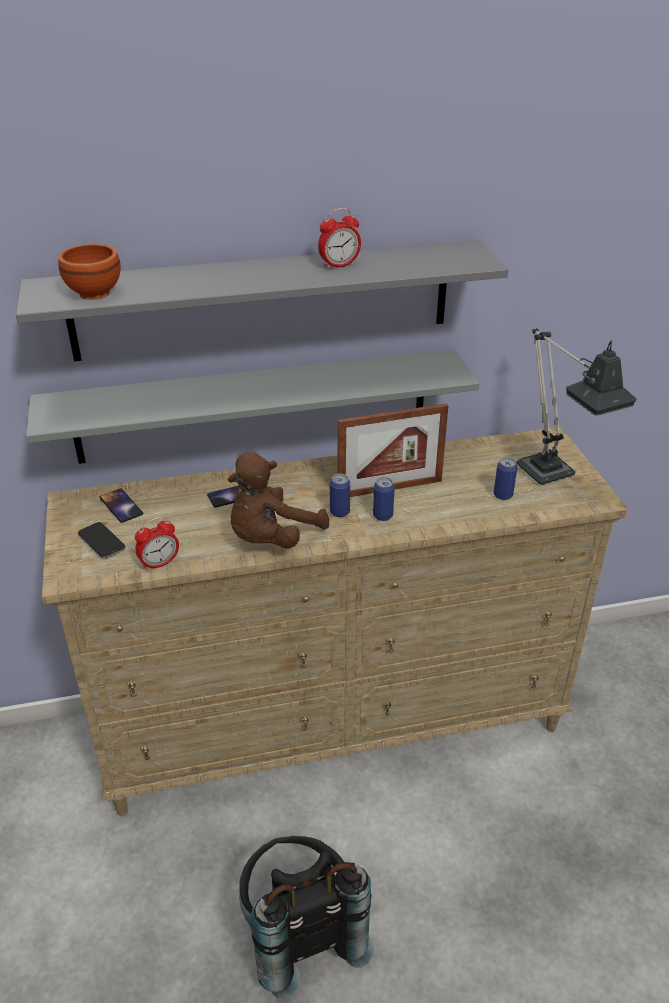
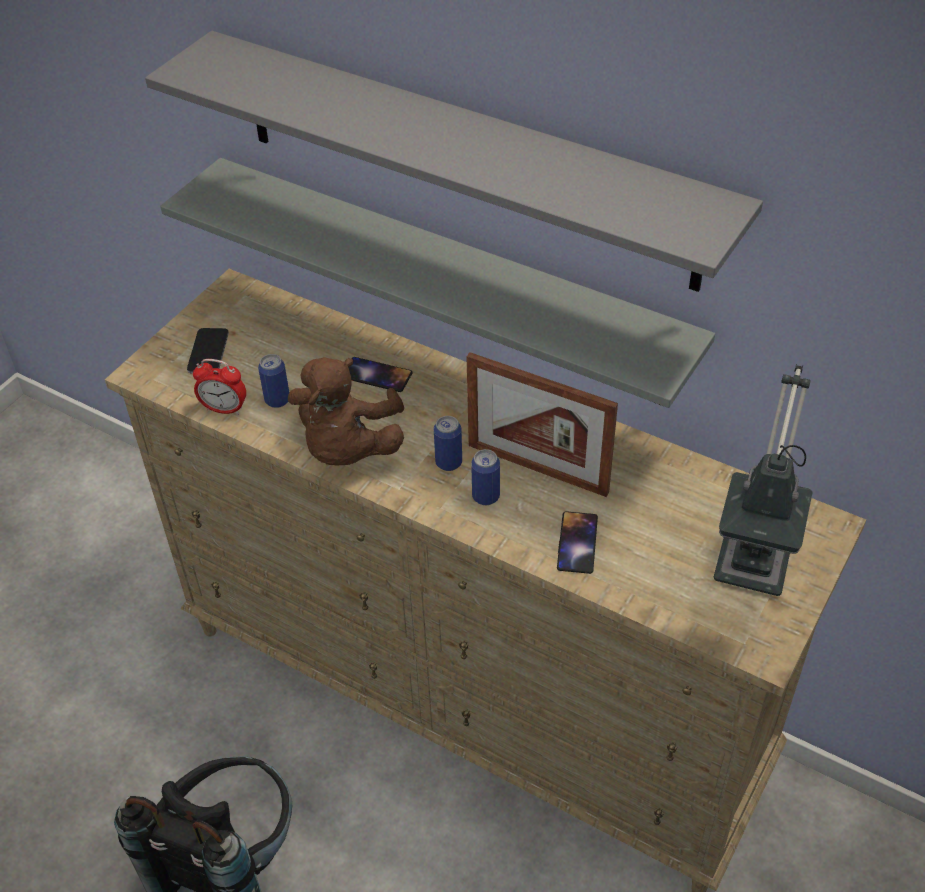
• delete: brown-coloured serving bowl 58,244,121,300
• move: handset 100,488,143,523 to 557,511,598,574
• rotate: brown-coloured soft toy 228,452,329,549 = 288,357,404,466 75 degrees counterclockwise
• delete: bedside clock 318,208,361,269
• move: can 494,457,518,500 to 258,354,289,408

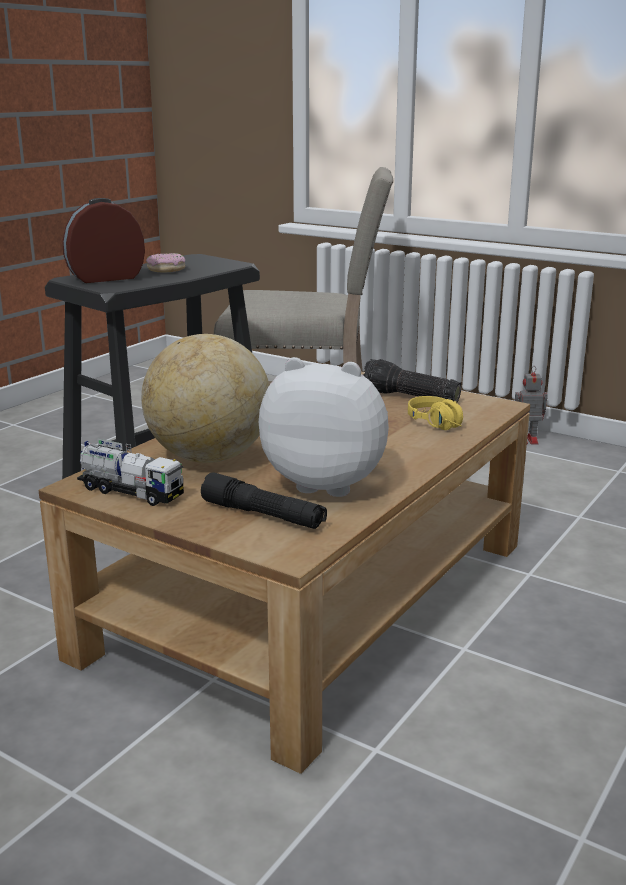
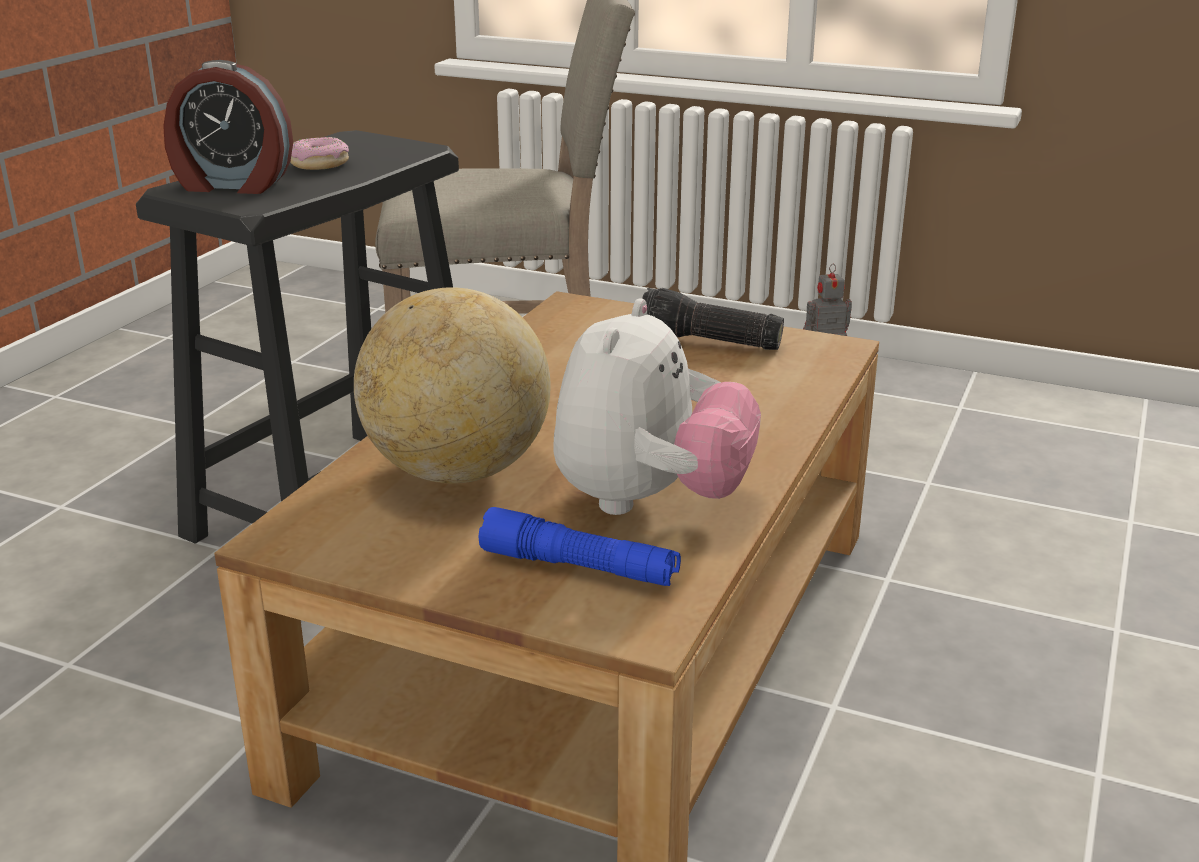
• rotate: bedside clock 62,198,145,283 = 163,60,293,194 135 degrees counterclockwise
• delete: toy lorry 77,438,184,506
• recolor: blackish hand torch 201,472,327,529 to blue-coloured hand torch 478,507,681,586
• rotate: soft toy 259,357,389,497 = 554,298,761,515 105 degrees clockwise
• delete: yellowish pair of headphones 408,396,463,430

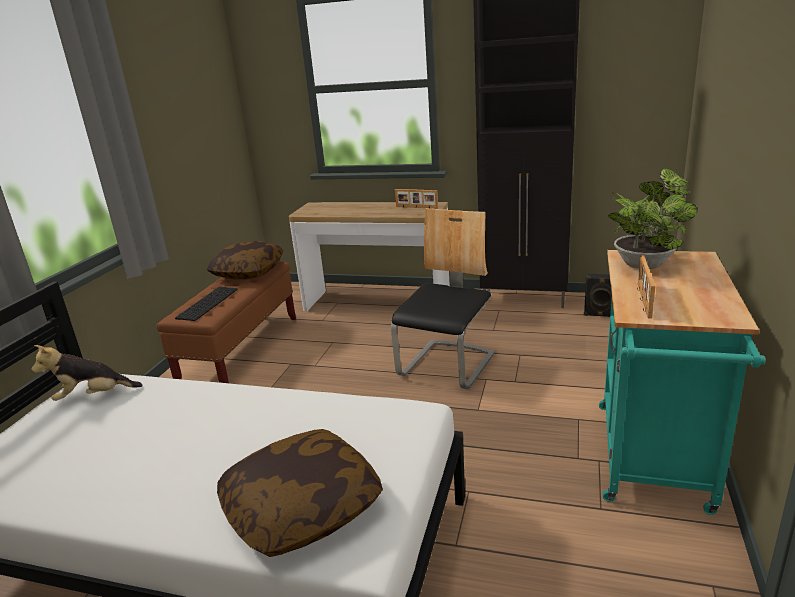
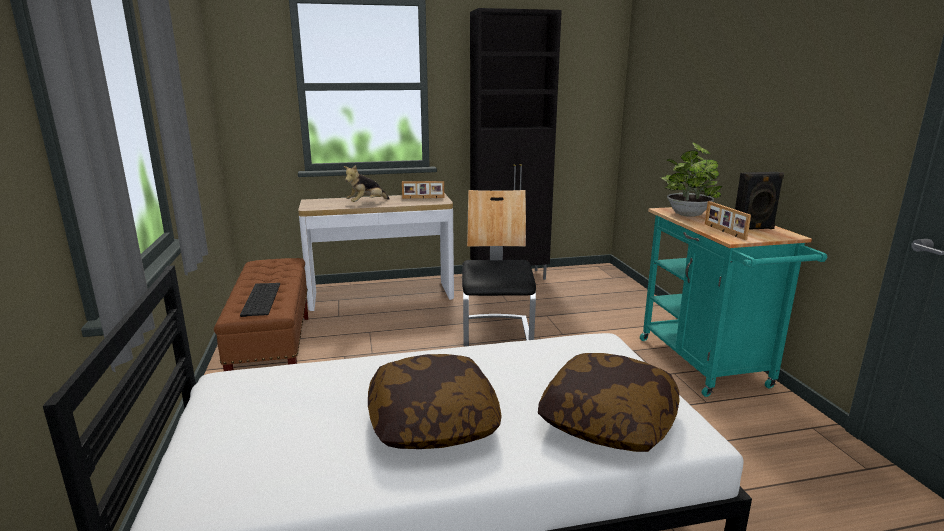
• move: soft toy 31,345,143,401 to 344,165,390,202
• move: throw pillow 207,241,283,280 to 368,354,502,449
• move: blackish loudspeaker 584,273,612,317 to 735,172,784,230

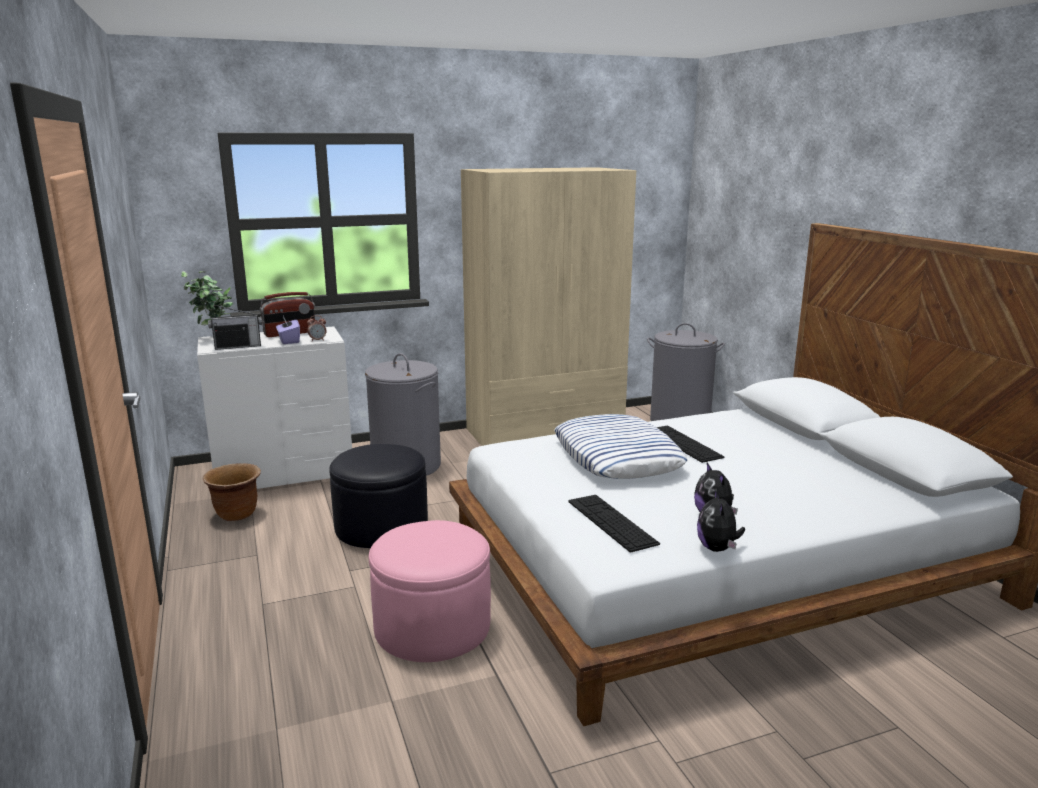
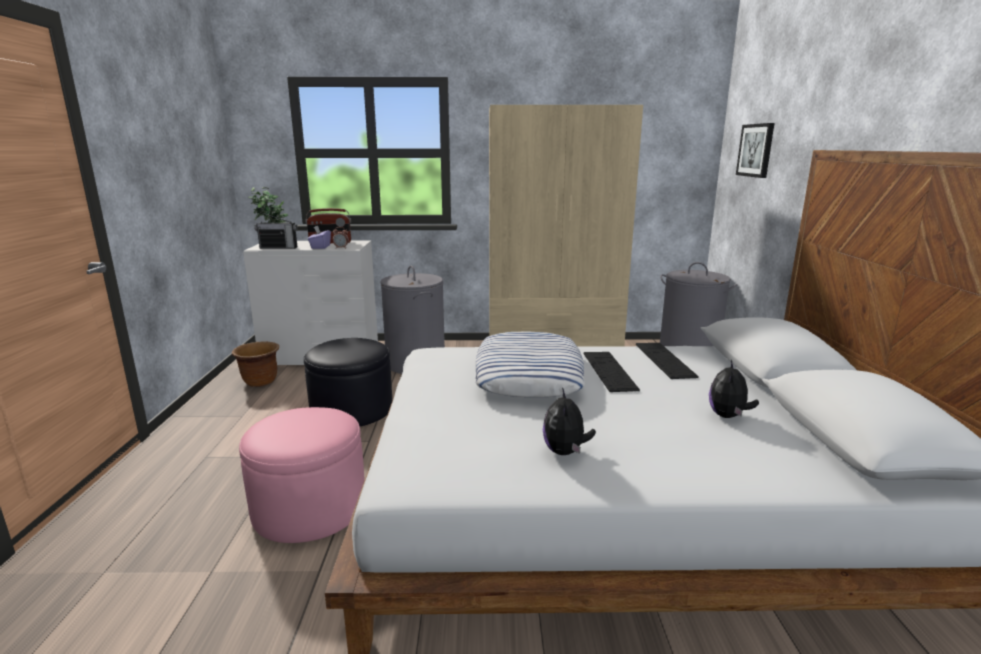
• move: PC keyboard 568,495,660,553 to 636,343,699,379
• move: soft toy 697,488,745,552 to 709,360,759,418
• insert: wall picture 736,123,774,178

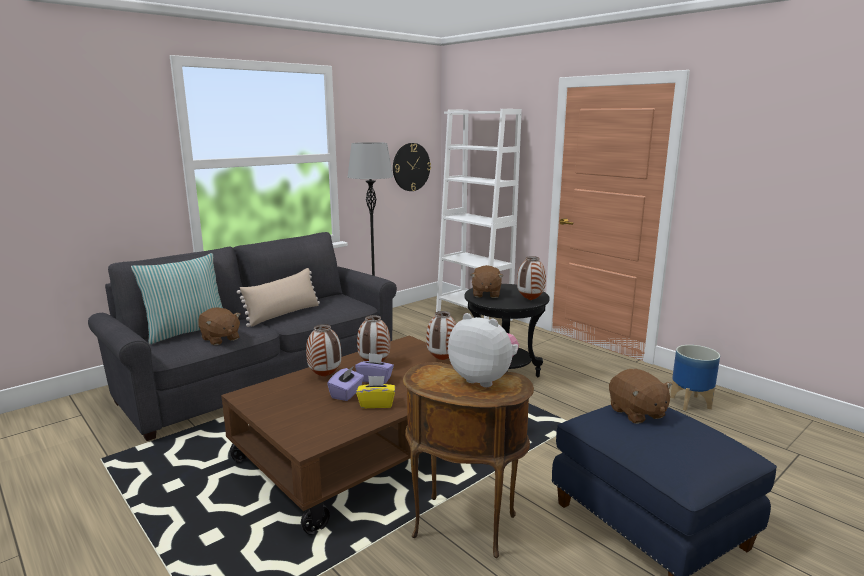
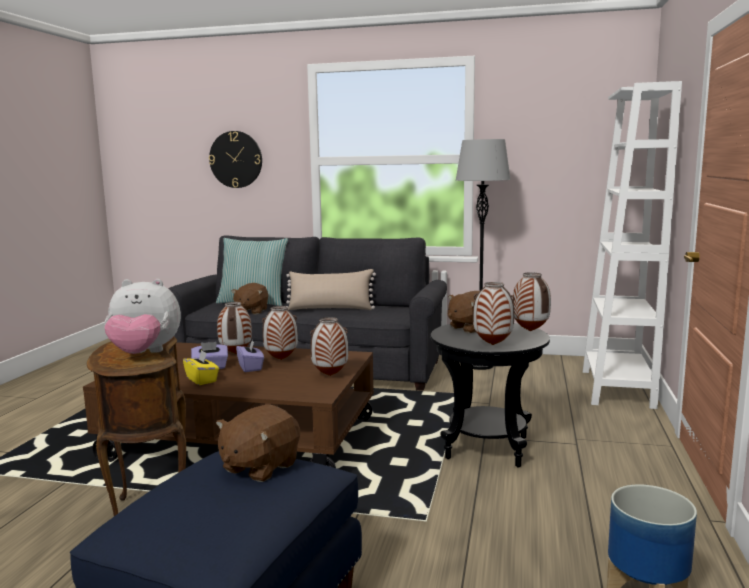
• move: clock on the wall 393,143,431,191 to 209,131,262,188
• rotate: soft toy 448,313,519,387 = 104,279,181,354 90 degrees clockwise
• insert: decorative vase 512,272,551,331

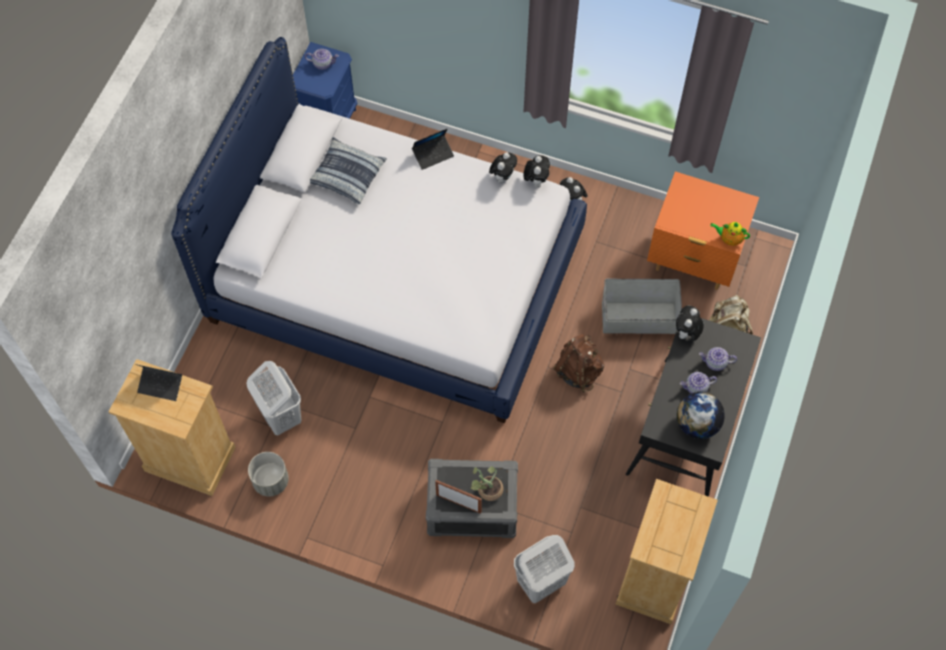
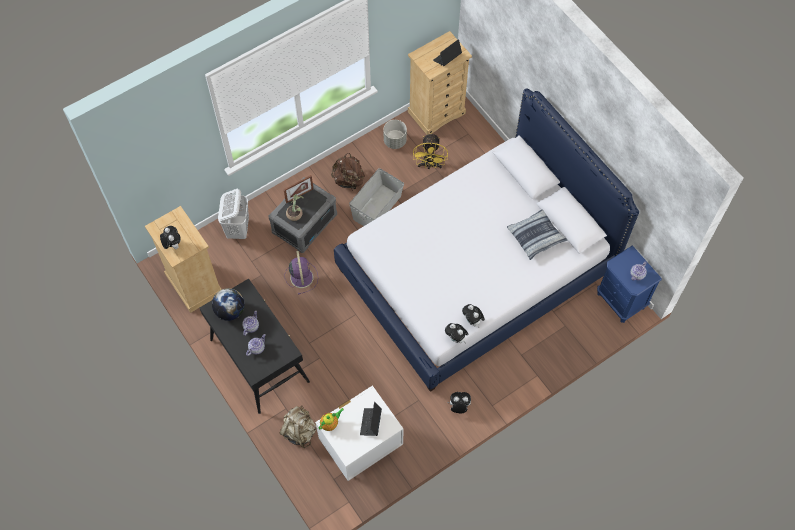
• replace: whitish hamper 247,361,301,435 to yellowish electric fan 413,133,448,169
• move: notebook computer 412,129,454,170 to 360,402,382,436
• move: brown-coloured knapsack 553,334,604,393 to 331,153,365,189
• move: gray storage bin 602,279,682,334 to 349,168,404,226
• recolor: orange nightstand 647,171,759,290 to whitish nightstand 315,385,403,481
• move: soft toy 676,306,704,341 to 160,226,181,249
• insert: purplish electric fan 284,251,318,295

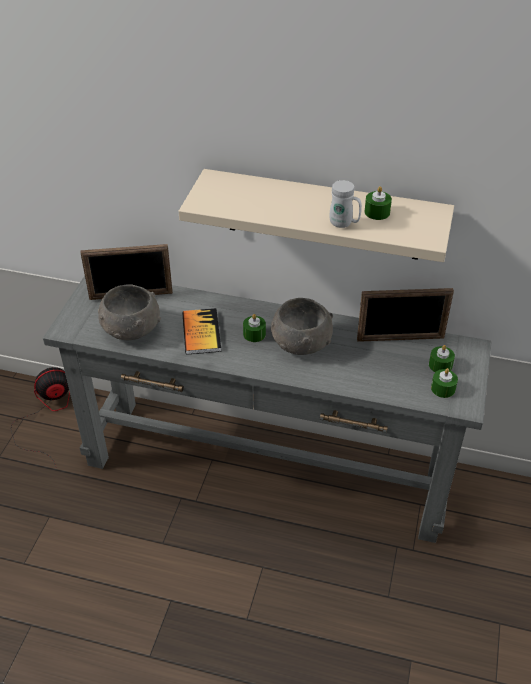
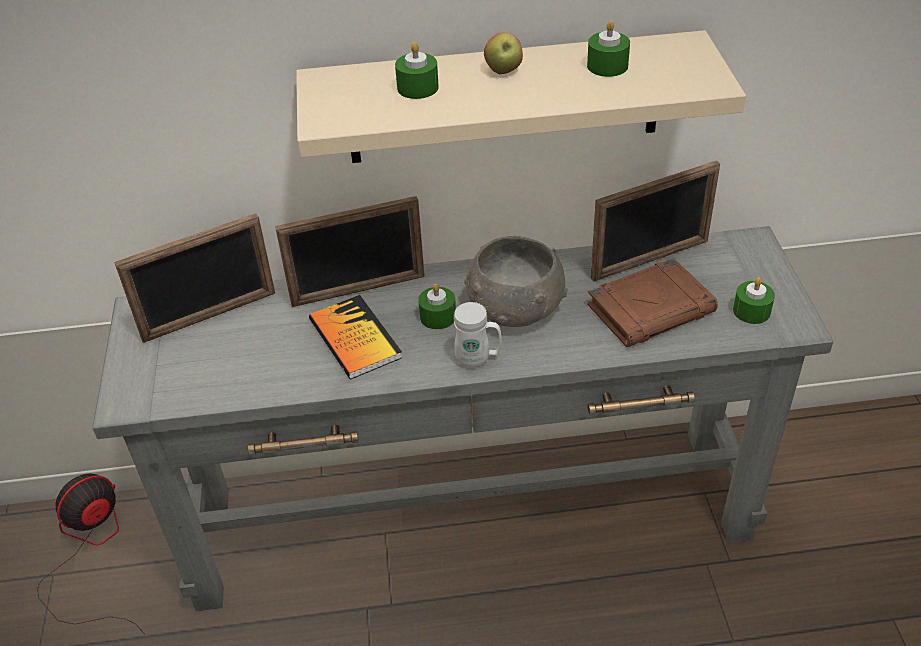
• delete: gray serving bowl 98,284,161,340
• move: whitish coffee mug 329,180,362,228 to 454,302,502,368
• move: greenish candle 429,345,455,372 to 395,42,439,99
• insert: standing frame 275,196,425,307
• insert: apple fruit 484,32,523,74
• insert: brown-coloured volume 587,258,718,348

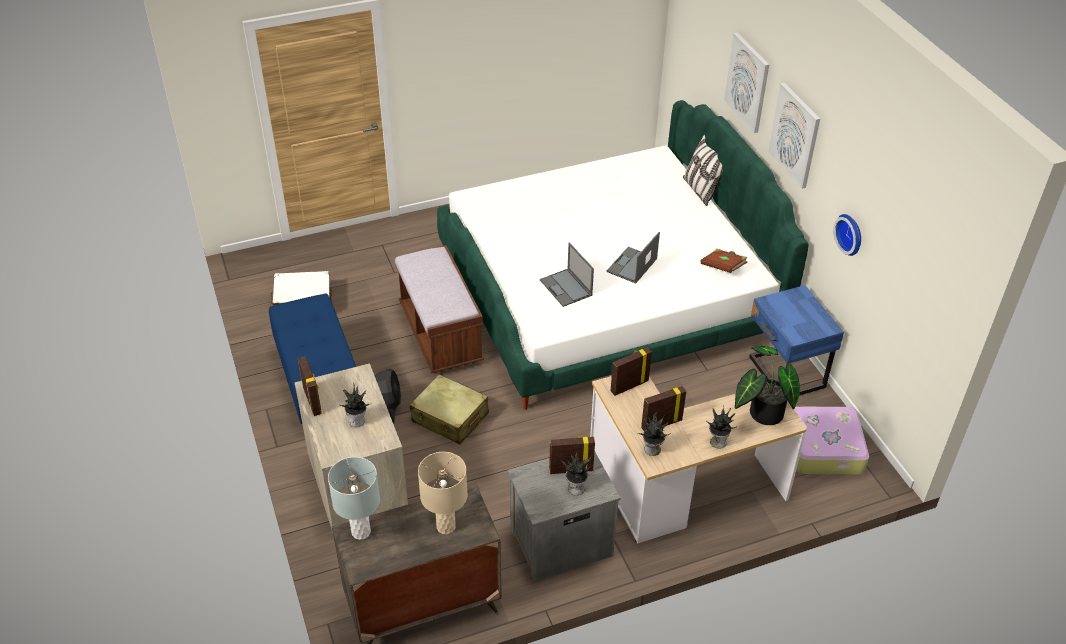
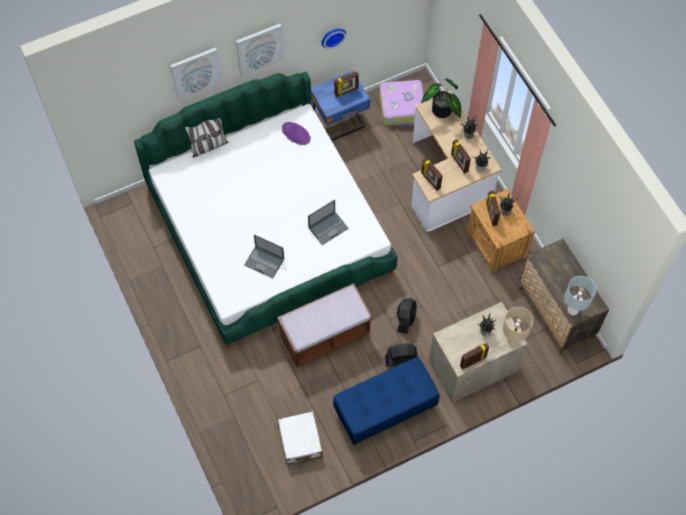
• replace: beige-coloured travel case 409,374,489,444 to blackish electric fan 397,298,417,334
• move: beige-coloured table lamp 418,452,468,534 to 502,307,533,346
• recolor: gray nightstand 507,451,621,581 to brown-coloured nightstand 467,189,535,273
• move: notebook computer 606,232,660,284 to 244,235,284,278
• replace: brown-coloured volume 701,249,747,273 to purplish wearable hat 282,122,311,145
• insert: standing frame 334,71,359,98

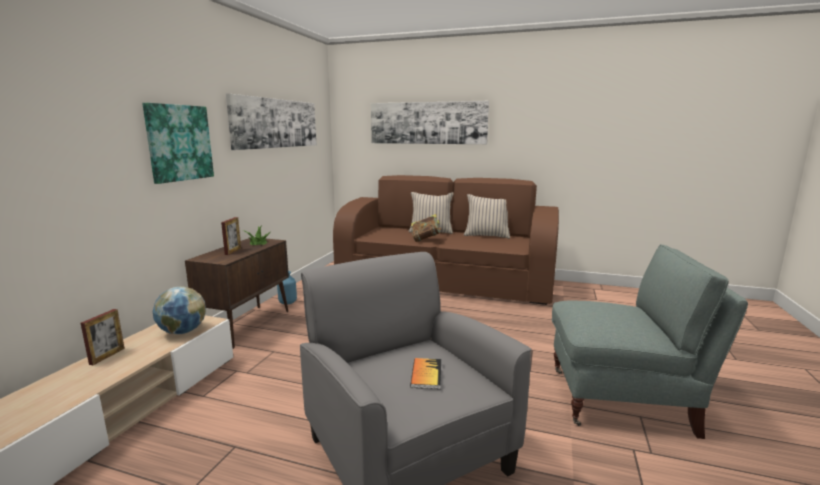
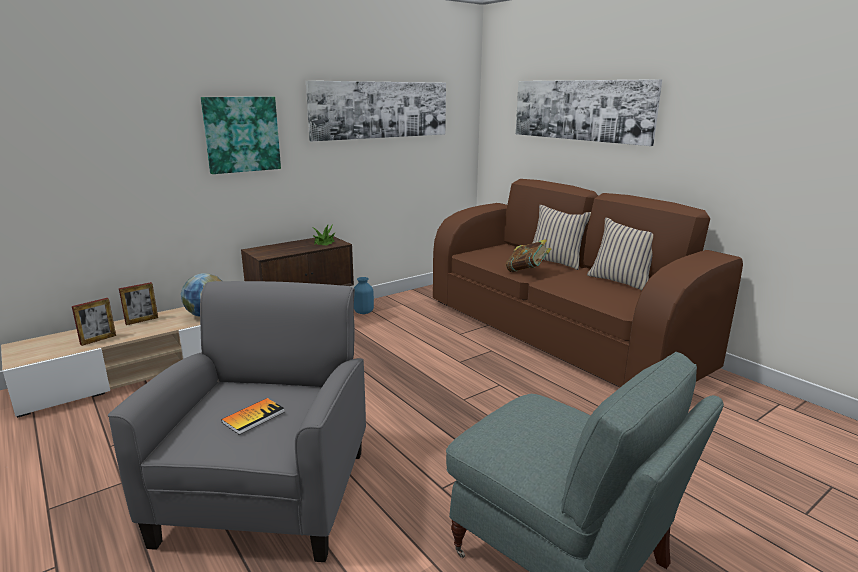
• move: standing frame 221,217,241,255 to 72,298,116,346

